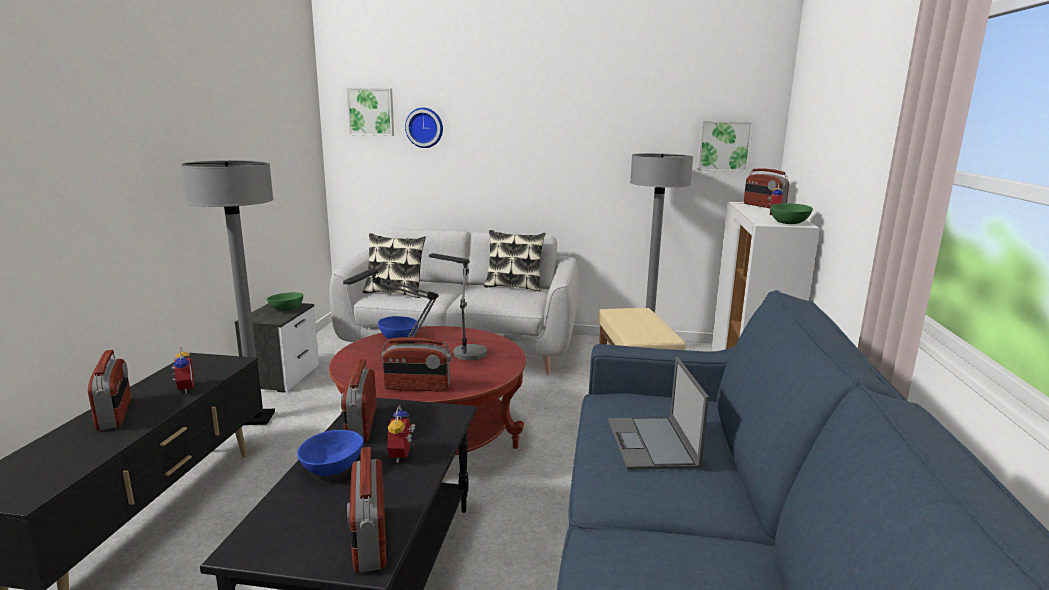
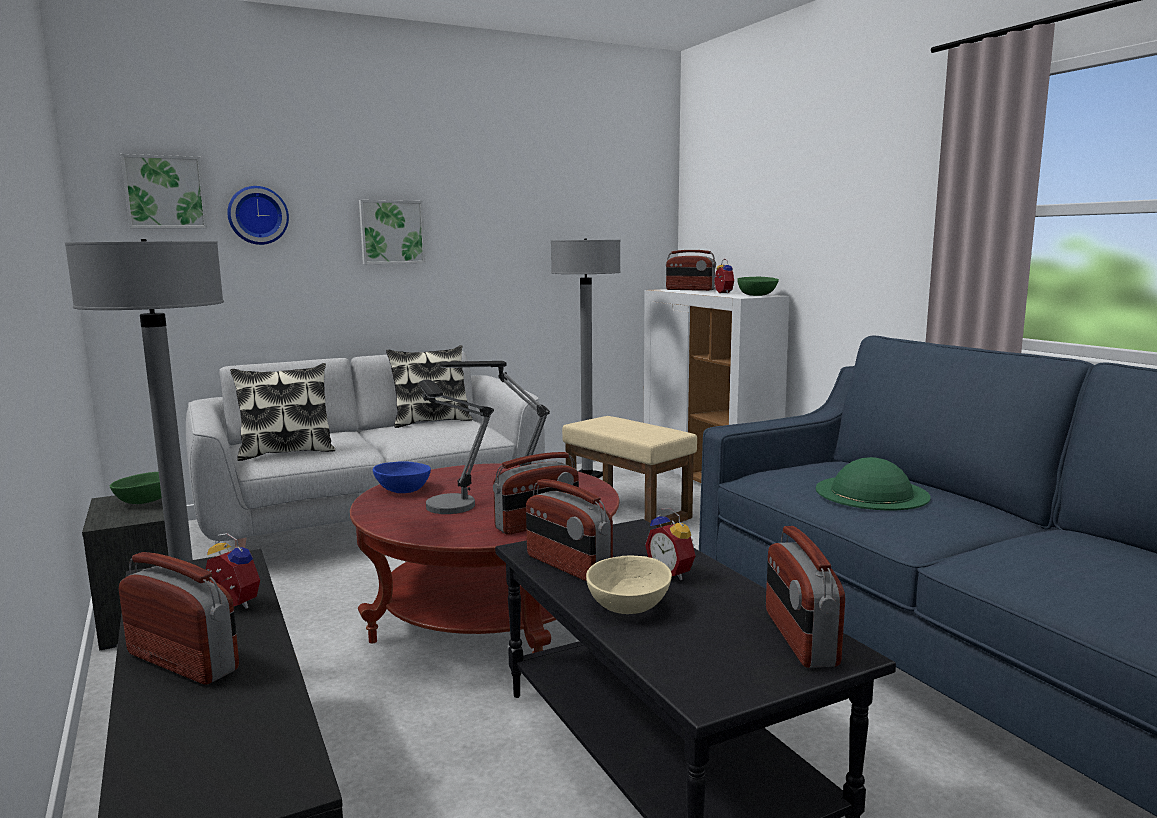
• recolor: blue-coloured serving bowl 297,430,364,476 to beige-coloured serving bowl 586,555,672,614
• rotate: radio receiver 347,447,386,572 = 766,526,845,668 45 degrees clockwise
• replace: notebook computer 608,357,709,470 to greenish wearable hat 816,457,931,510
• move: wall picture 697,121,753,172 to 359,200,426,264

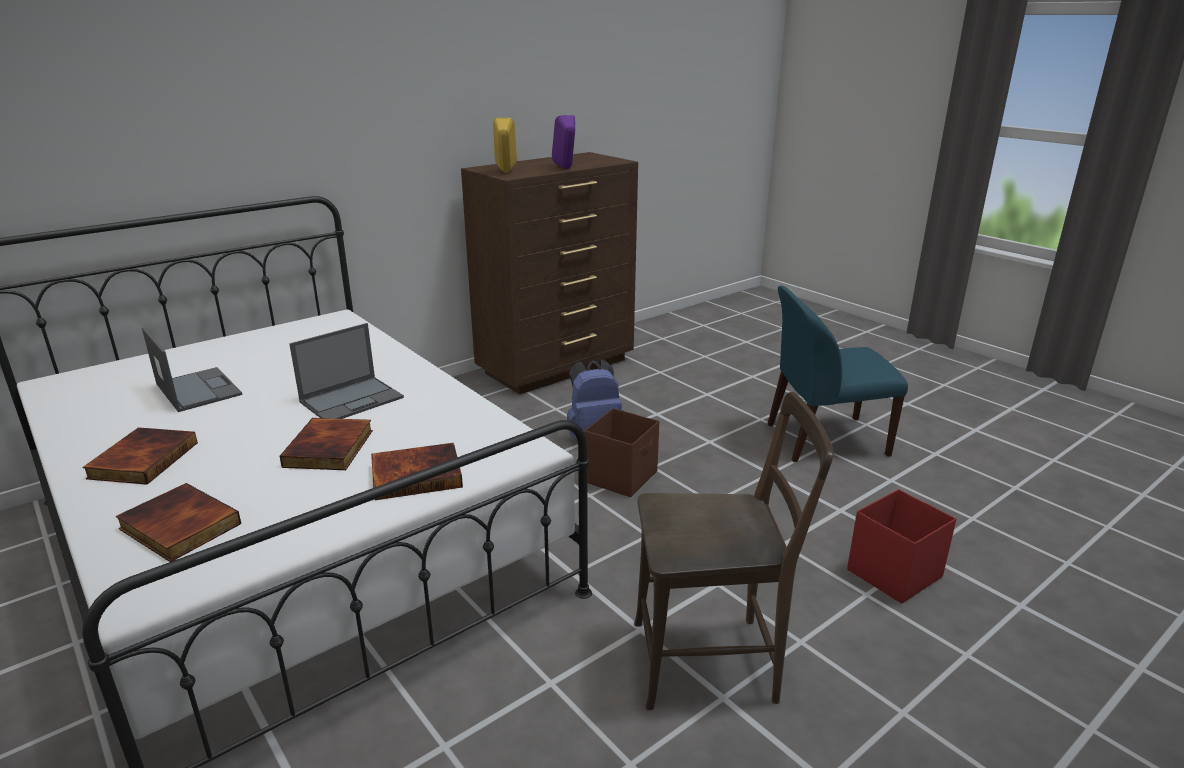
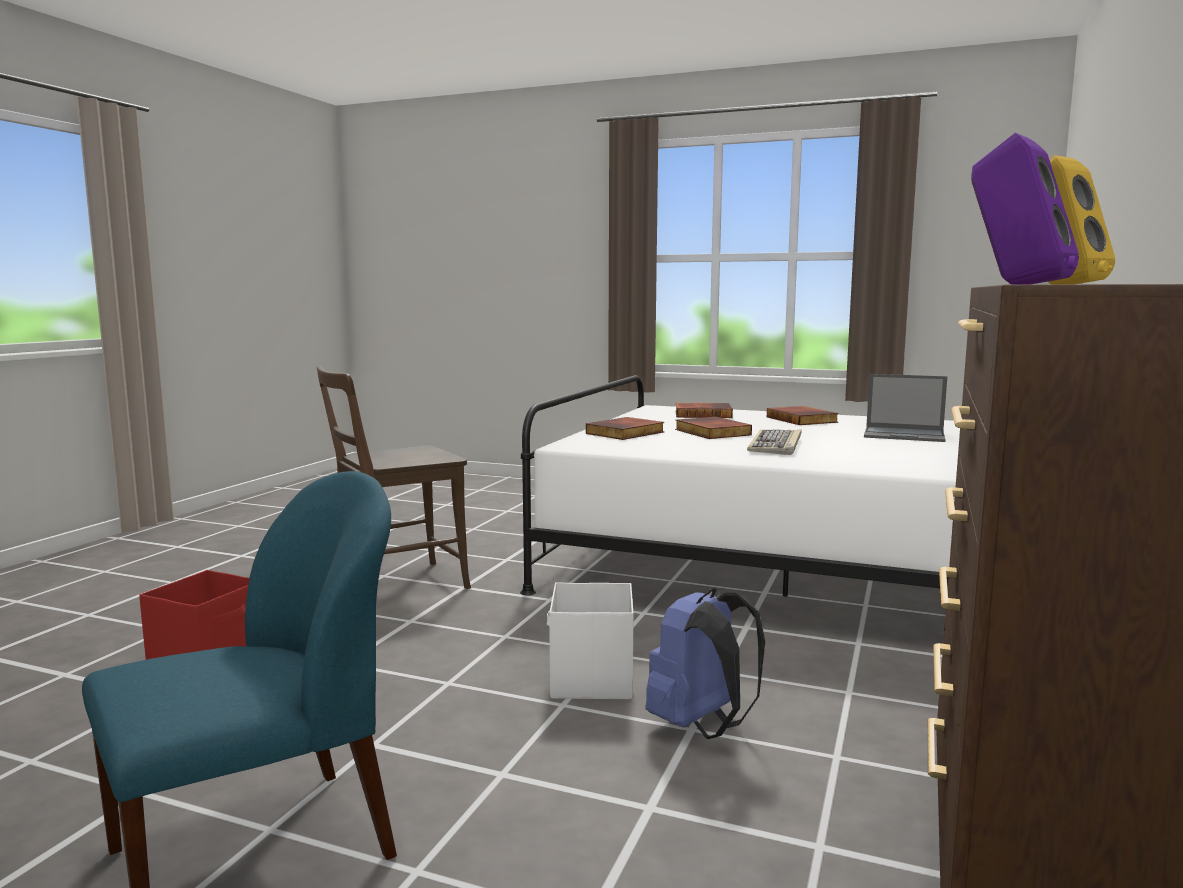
• replace: notebook computer 289,323,404,419 to PC keyboard 747,429,802,455
• recolor: brown-coloured storage bin 584,408,659,497 to whitish storage bin 547,582,633,699

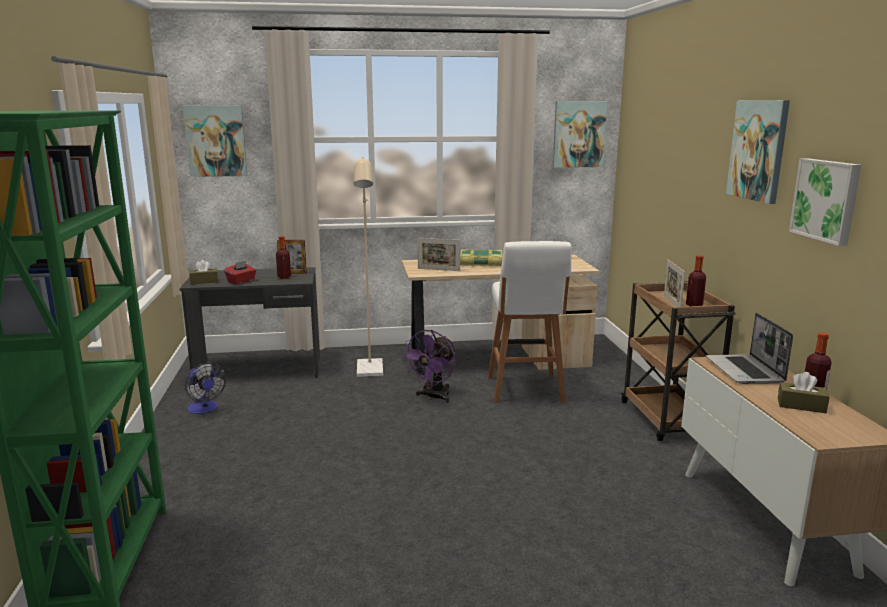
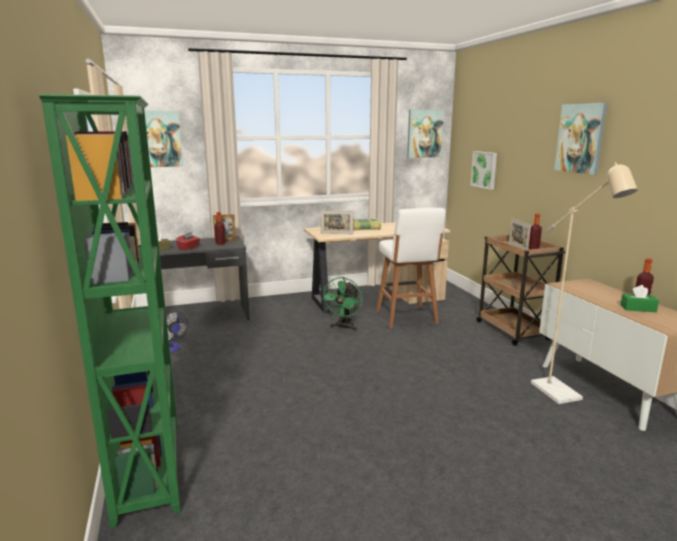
• move: beige-coloured standing lamp 354,157,383,377 to 531,162,638,404
• recolor: purplish electric fan 402,330,456,403 to greenish electric fan 321,277,363,331
• delete: notebook computer 706,313,793,384
• recolor: brown-coloured tissue box 778,372,830,413 to greenish tissue box 620,285,659,312
• move: wall picture 789,158,861,246 to 471,151,497,190

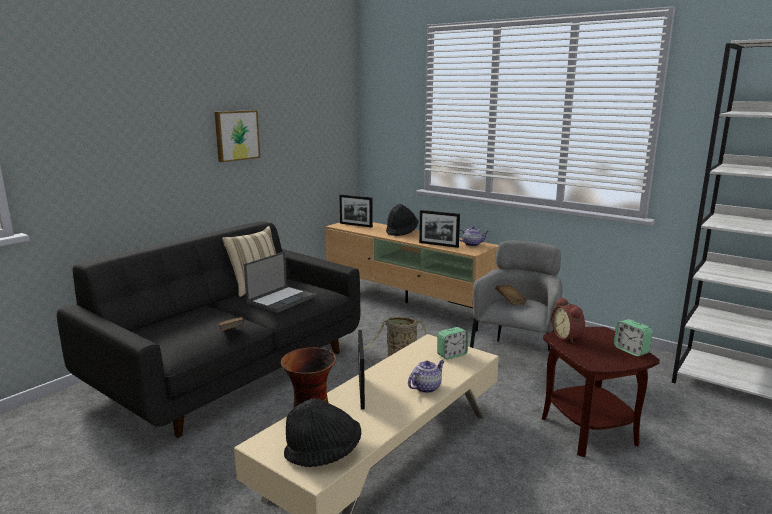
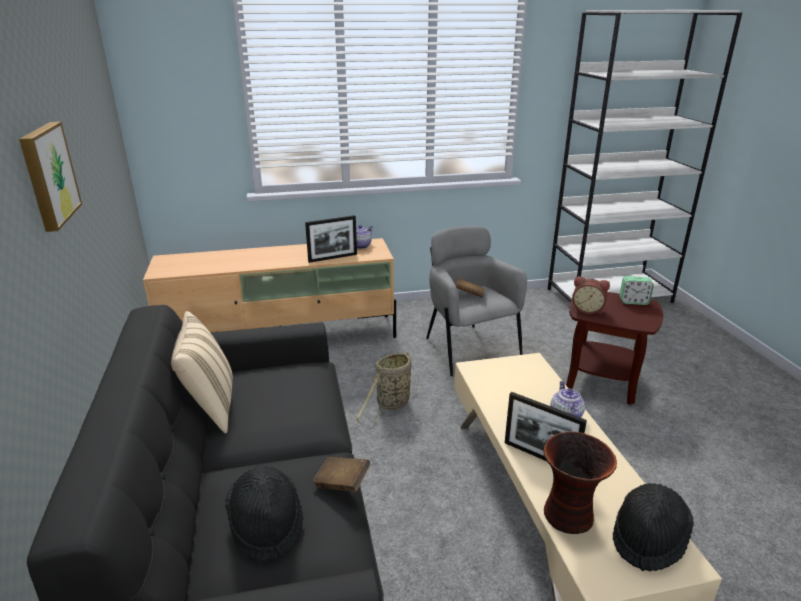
• delete: notebook computer 244,251,316,313
• delete: standing frame 339,195,373,227
• move: blackish wearable hat 386,204,418,236 to 225,466,304,562
• delete: bedside clock 437,327,468,359

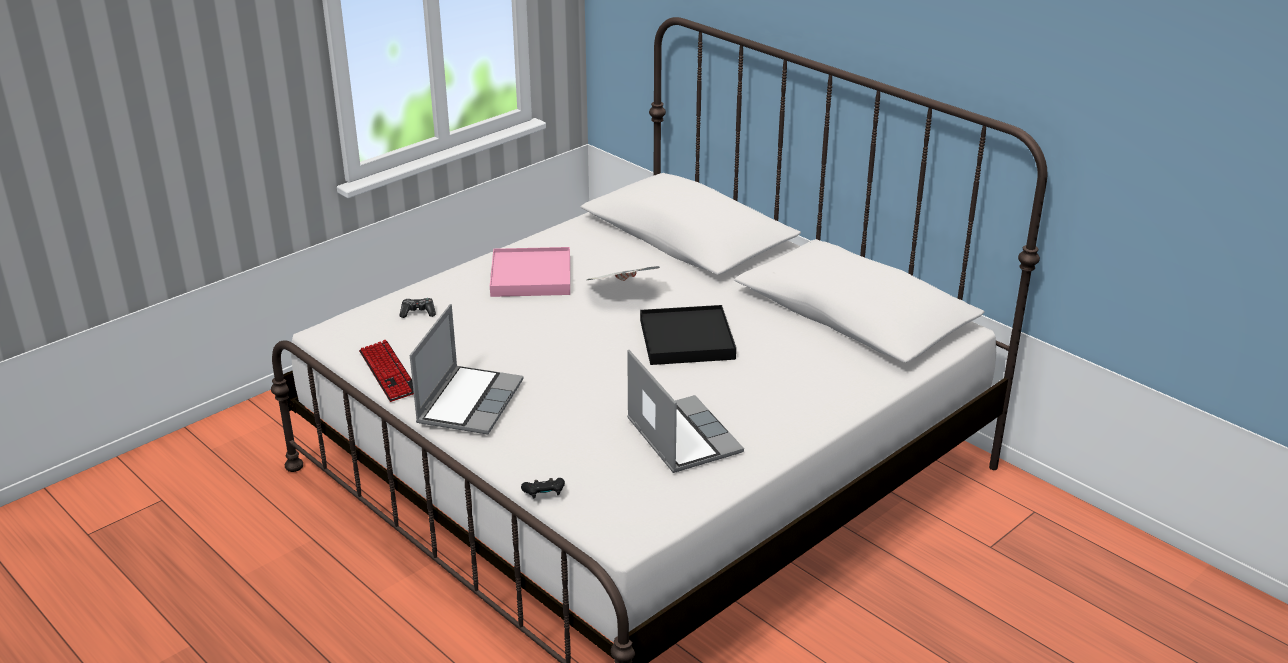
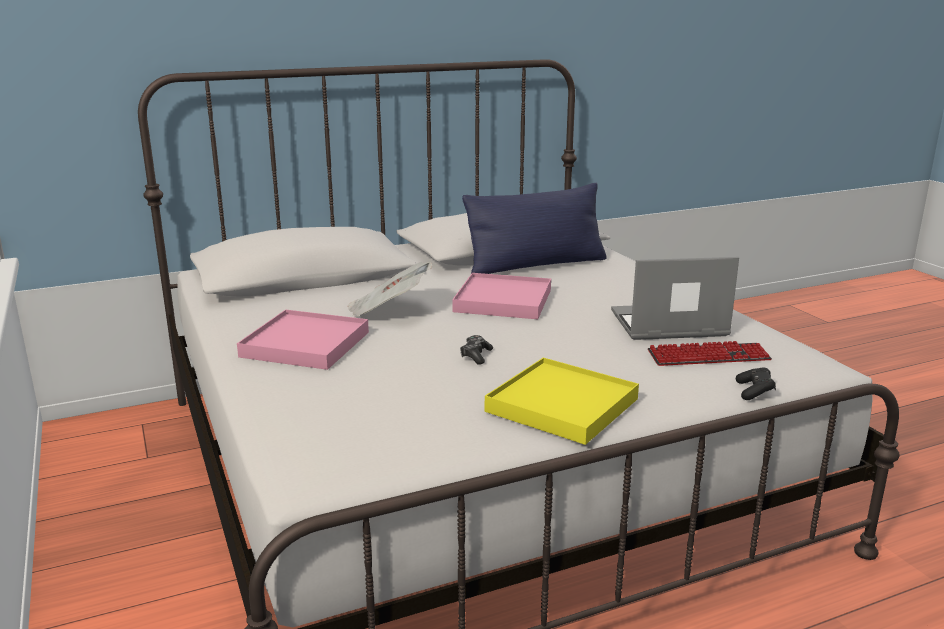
• move: PC keyboard 359,340,414,402 to 648,341,772,366
• move: joypad 399,298,436,318 to 460,335,493,365
• replace: notebook computer 410,304,523,435 to yellowish carrying tray 485,358,639,445
• recolor: blackish carrying tray 640,305,736,365 to pinkish carrying tray 452,273,551,319
• insert: blue-coloured throw pillow 462,183,607,274

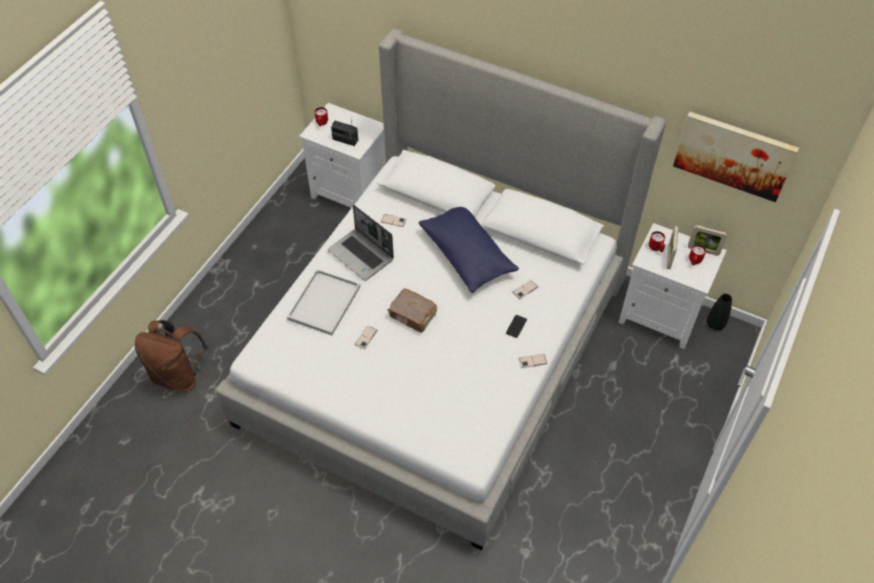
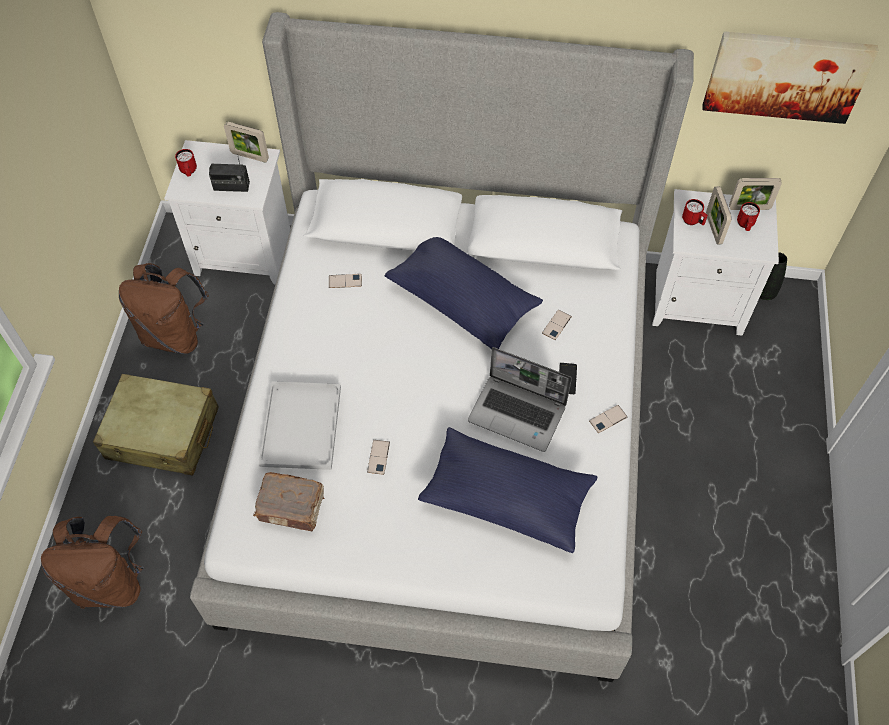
• move: notebook computer 327,204,394,281 to 468,347,572,452
• move: brown-coloured volume 387,288,437,333 to 253,472,324,531
• insert: beige-coloured travel case 93,374,219,475
• insert: brown-coloured knapsack 119,263,209,354
• insert: standing frame 224,122,269,162
• insert: blue-coloured throw pillow 418,427,597,553

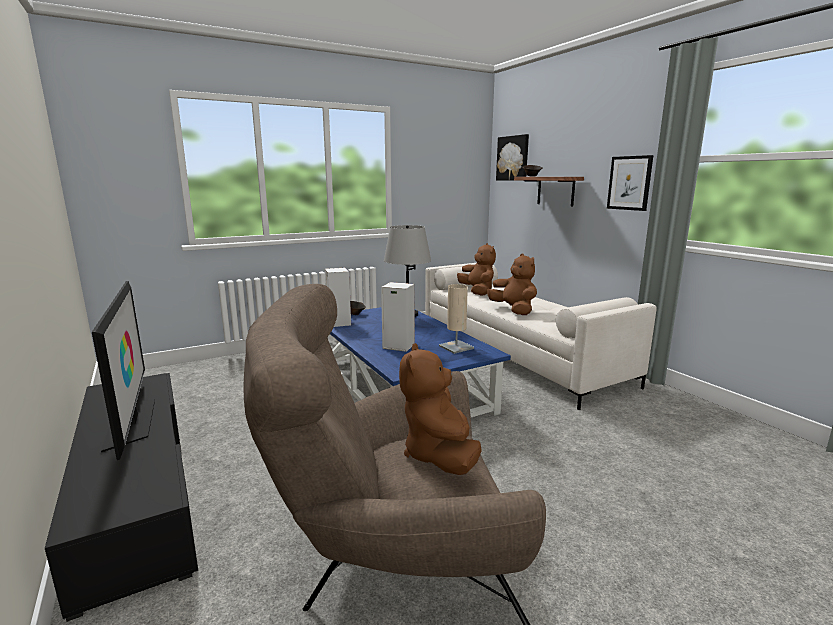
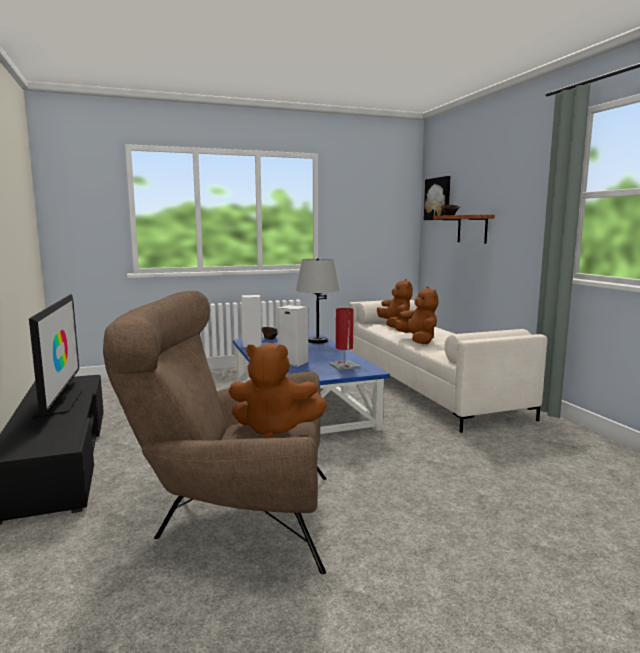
• rotate: brown-coloured soft toy 399,343,482,475 = 228,343,327,438 90 degrees counterclockwise
• recolor: beige-coloured table lamp 439,284,474,354 to red table lamp 329,308,360,370
• delete: wall picture 607,155,653,211

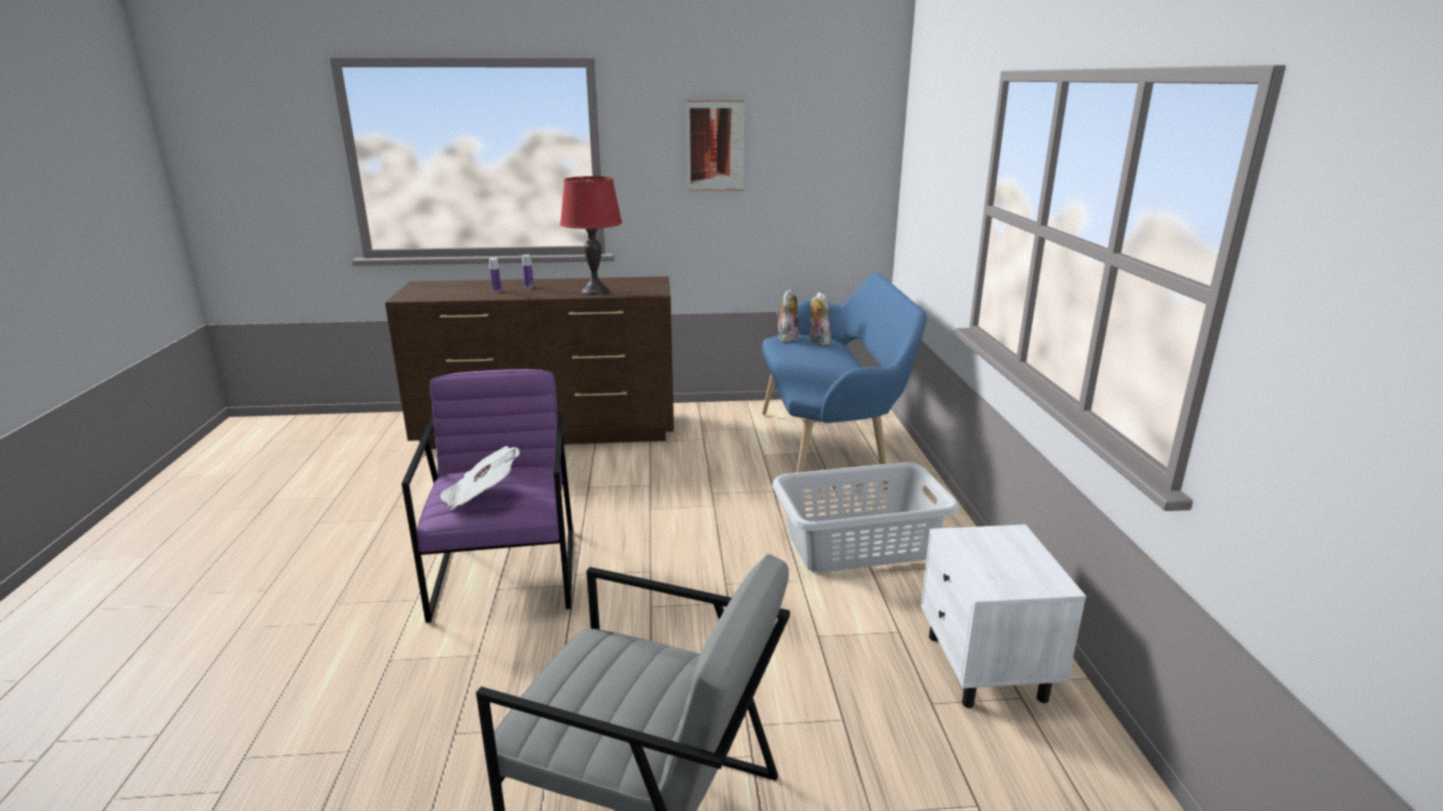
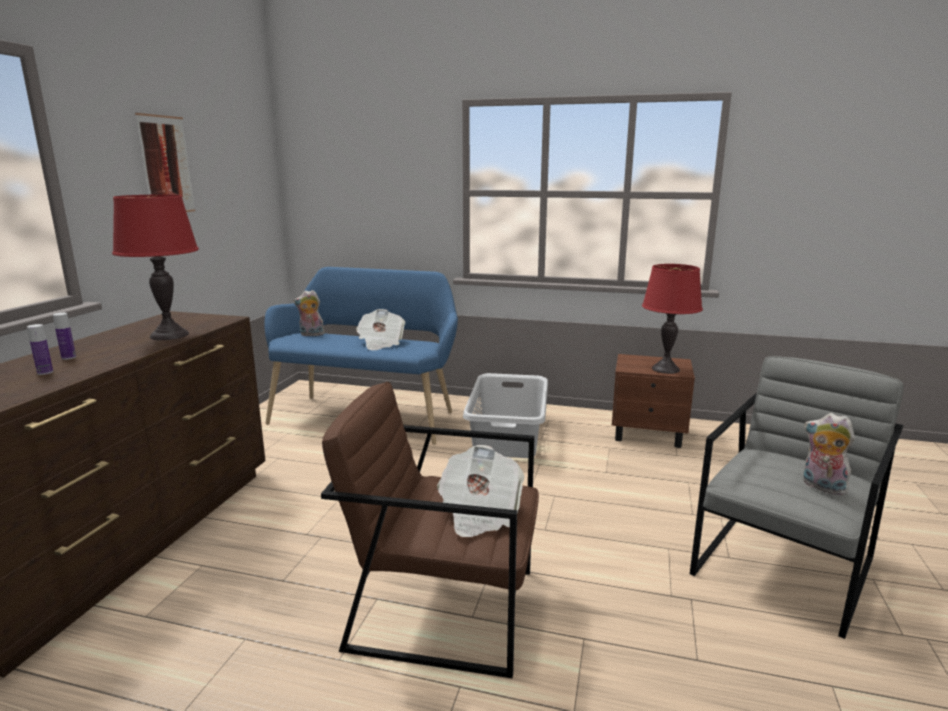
• recolor: purplish easy chair 402,369,573,623 to brown-coloured easy chair 321,382,539,678
• move: soft toy 776,289,798,342 to 803,413,855,495
• recolor: whitish nightstand 921,524,1086,708 to brown-coloured nightstand 612,354,695,448
• insert: daily paper 356,309,405,350
• insert: red table lamp 642,264,703,374

